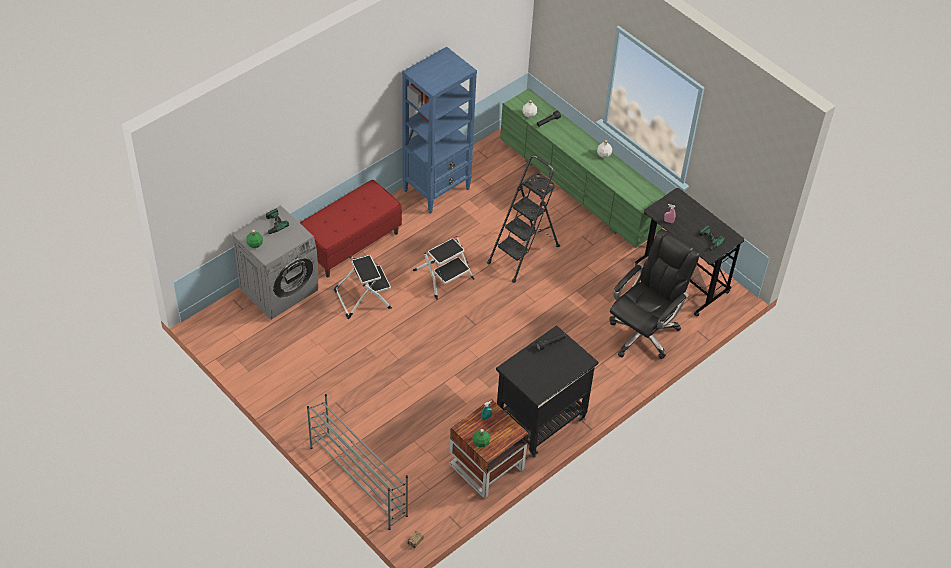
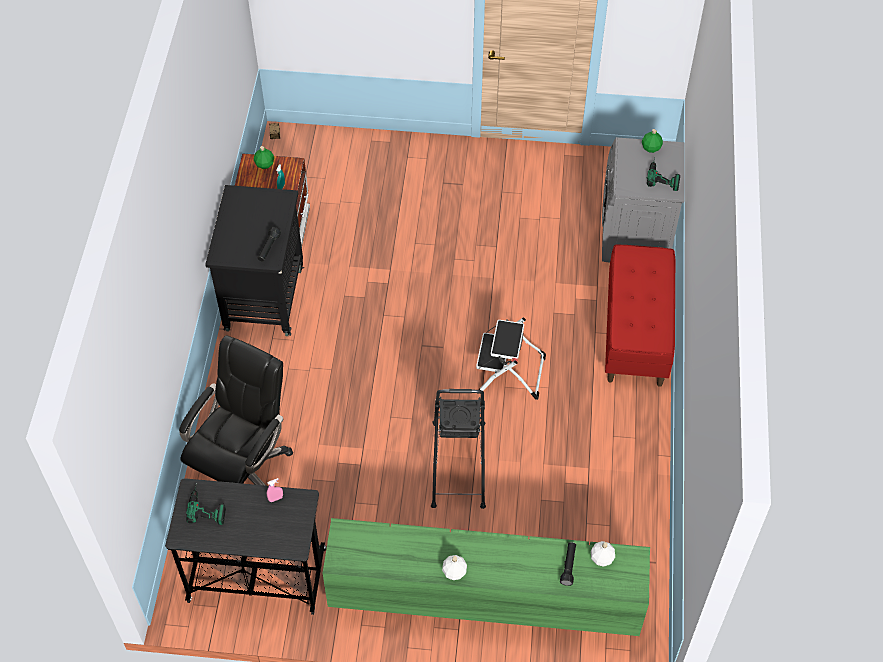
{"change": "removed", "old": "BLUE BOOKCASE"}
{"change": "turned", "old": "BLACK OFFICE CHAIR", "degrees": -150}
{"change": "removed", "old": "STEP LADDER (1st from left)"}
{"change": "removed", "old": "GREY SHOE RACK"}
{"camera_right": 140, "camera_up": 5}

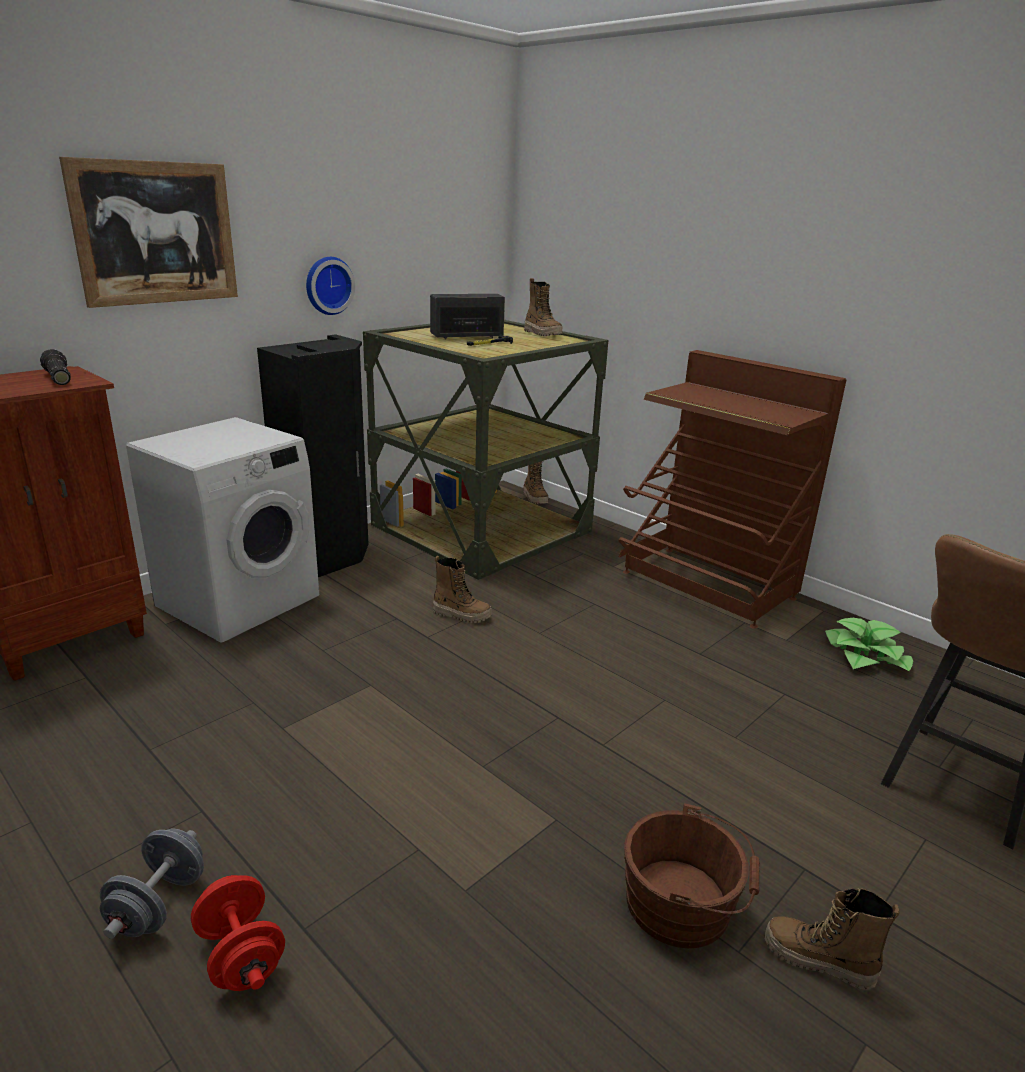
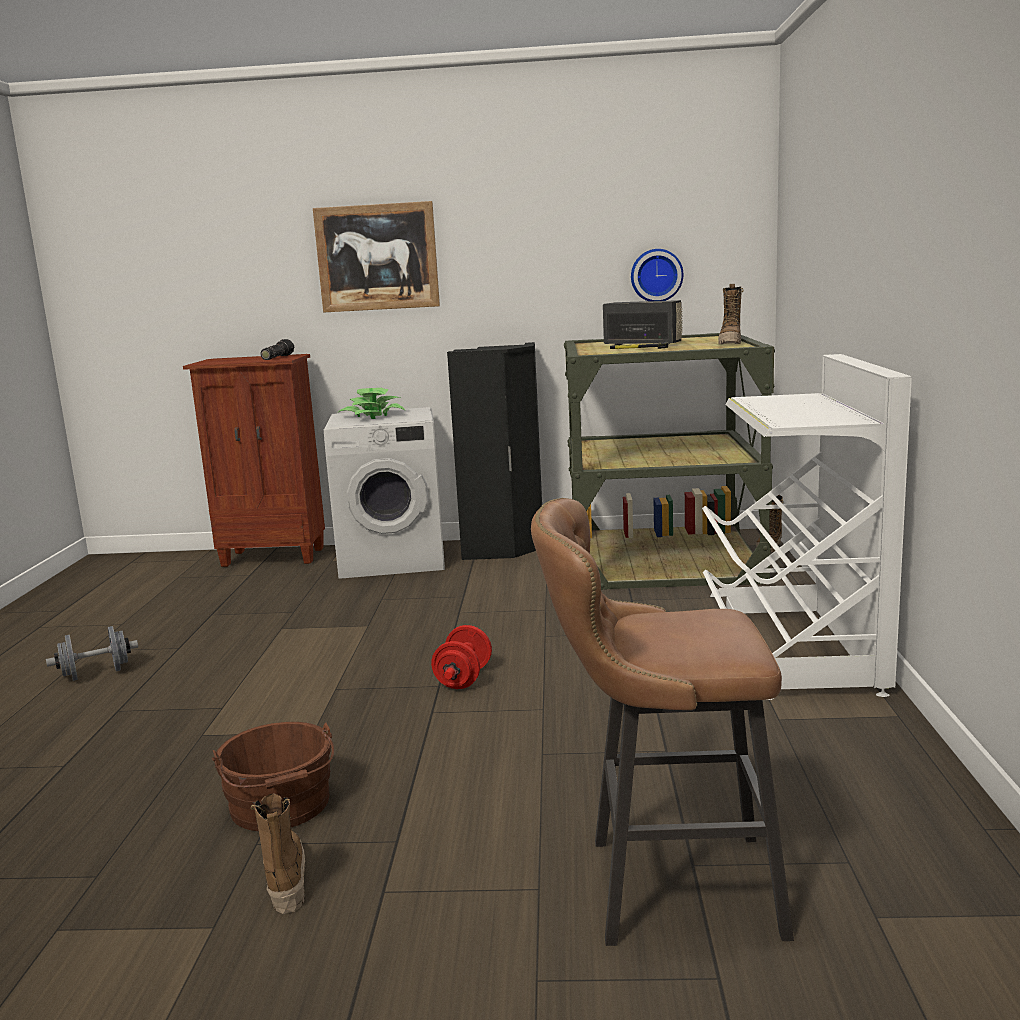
{"change": "moved", "old": "WALL CLOCK"}
{"change": "recoloured", "old": "BROWN SHOE RACK", "new": "WHITE SHOE RACK"}
{"change": "removed", "old": "BOOT (1st from left)"}
{"change": "moved", "old": "POTTED PLANT"}
{"change": "moved", "old": "RED DUMBBELL"}
{"camera_right": 50, "camera_up": -10}

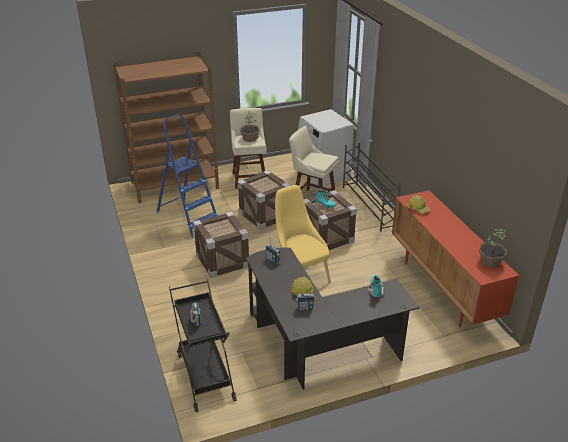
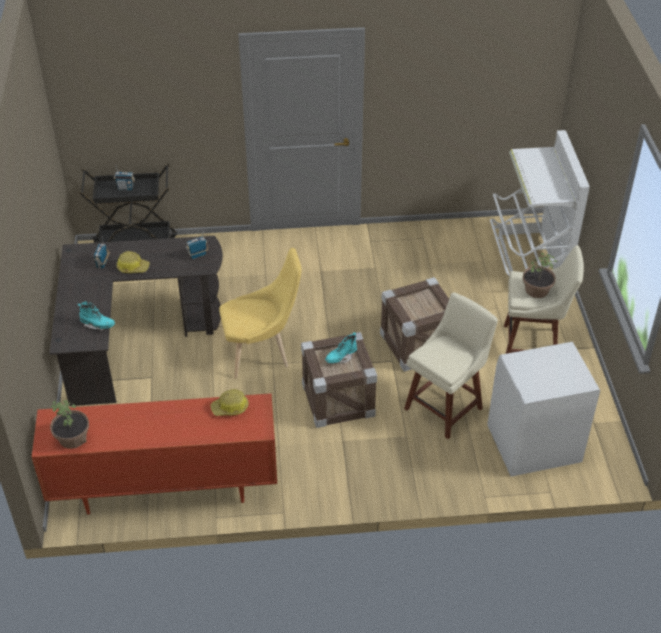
{"change": "replaced", "old": "BROWN BOOKCASE", "new": "WHITE SHOE RACK"}
{"change": "removed", "old": "BLUE STEP LADDER"}
{"change": "removed", "old": "BLACK SHOE RACK"}
{"change": "removed", "old": "CRATE (1st from left)"}
{"camera_right": 105, "camera_up": 10}

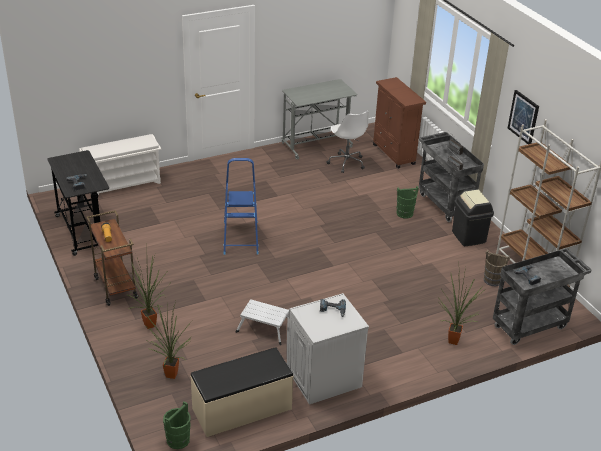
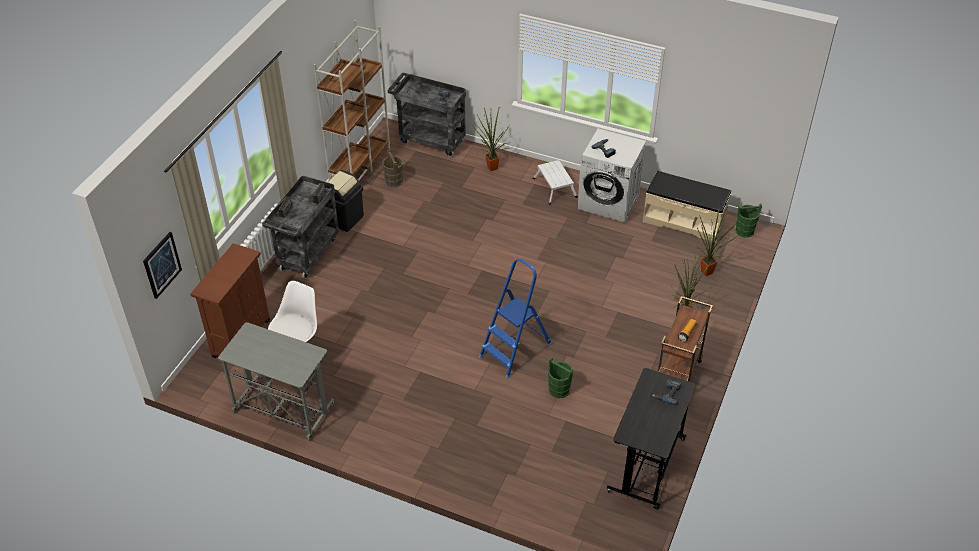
{"change": "moved", "old": "PICTURE"}
{"change": "removed", "old": "WHITE SHOE RACK"}
{"change": "moved", "old": "GREEN BUCKET (2nd from left in the first image)", "new": "GREEN BUCKET (1st from left)"}
{"change": "moved", "old": "WHITE STEP LADDER"}
{"camera_right": -130, "camera_up": 10}

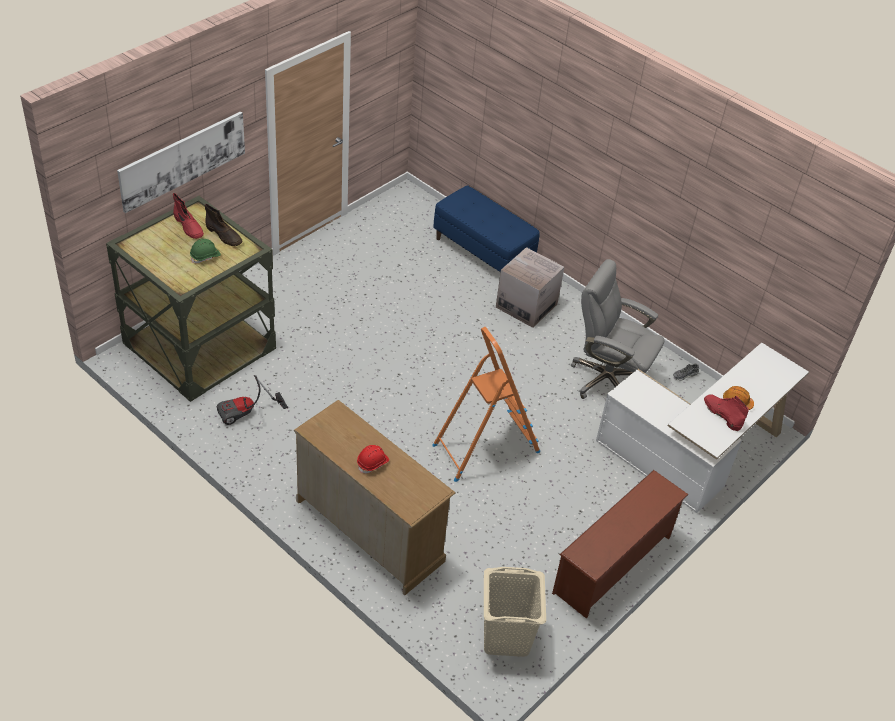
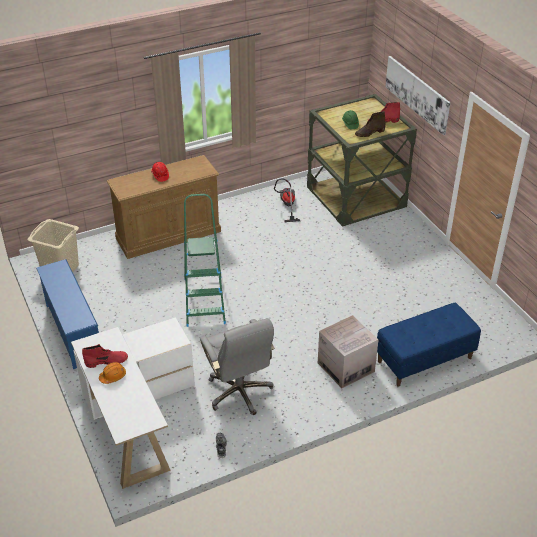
{"change": "turned", "old": "GREY OFFICE CHAIR", "degrees": 105}
{"change": "recoloured", "old": "ORANGE STEP LADDER", "new": "GREEN STEP LADDER"}
{"change": "recoloured", "old": "BROWN SHOE RACK", "new": "BLUE SHOE RACK"}
{"camera_right": 115, "camera_up": -5}

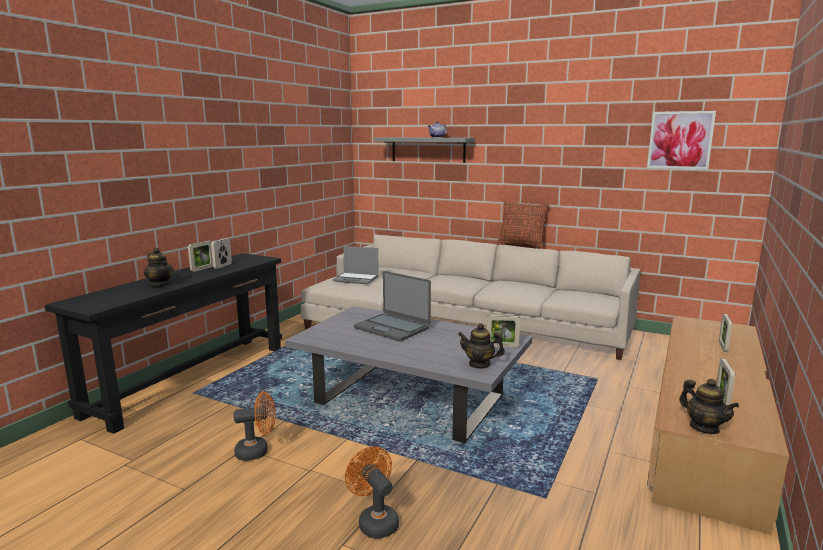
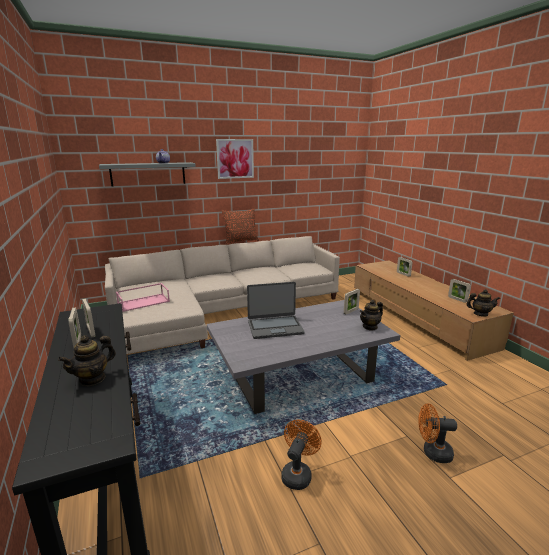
{"change": "moved", "old": "PICTURE"}
{"change": "replaced", "old": "LAPTOP (1st from left)", "new": "PINK TRAY"}
{"change": "turned", "old": "TEAPOT (1st from left)", "degrees": 135}
{"camera_right": -50, "camera_up": 5}

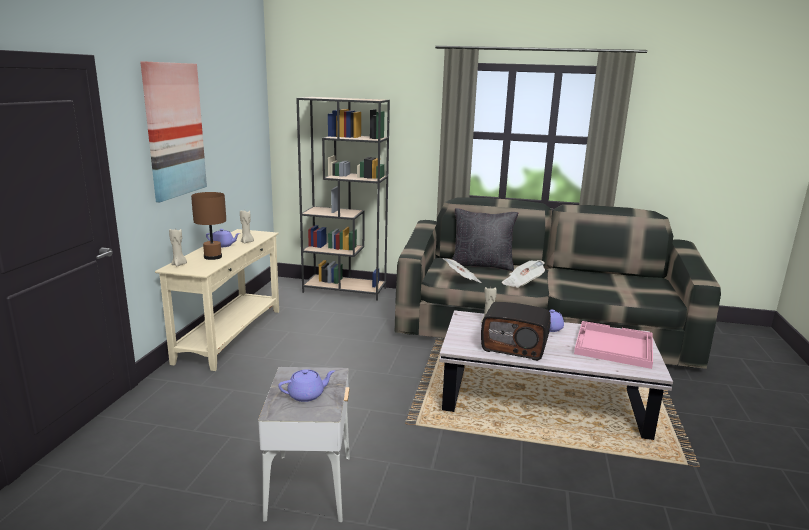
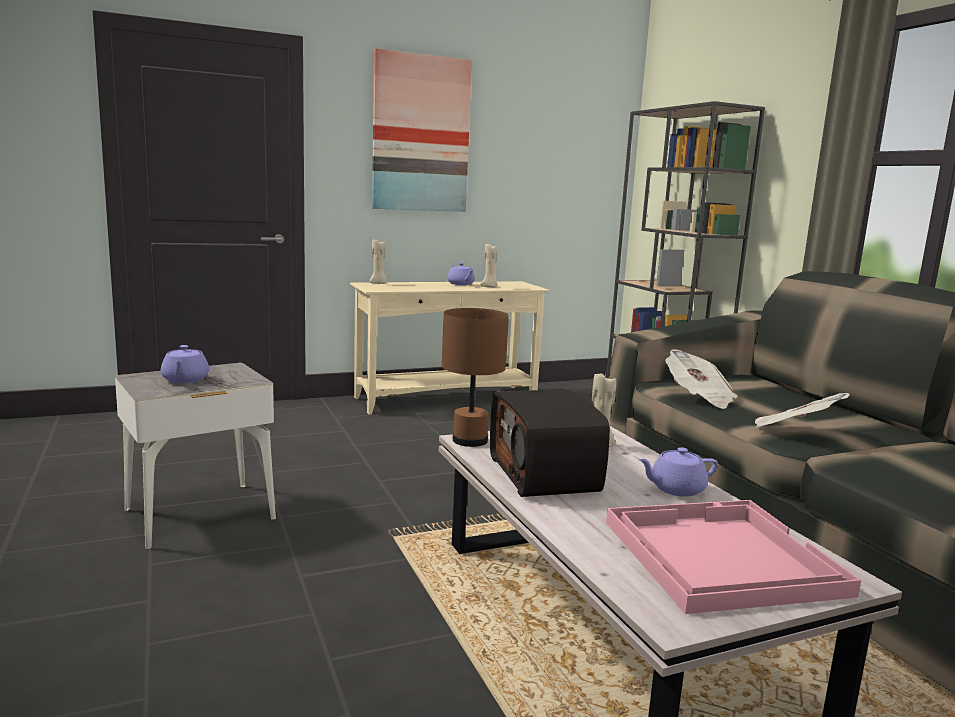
{"change": "moved", "old": "BROWN TABLE LAMP"}
{"change": "removed", "old": "BLACK PILLOW"}
{"change": "turned", "old": "PURPLE TEAPOT (2nd from left in the first image)", "degrees": 45}
{"camera_right": 55, "camera_up": -5}

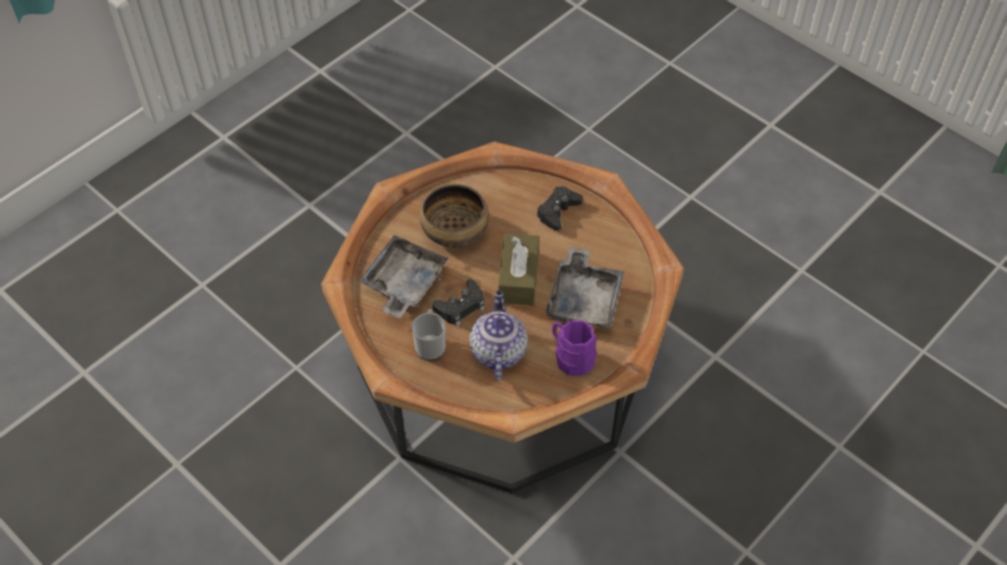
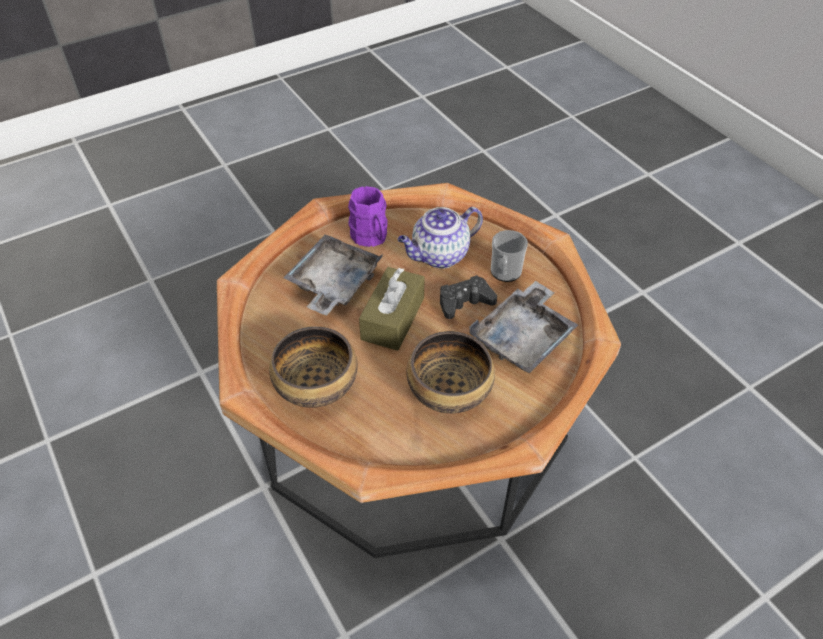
{"change": "replaced", "old": "BLACK GAME CONTROLLER (2nd from left)", "new": "BOWL (1st from left)"}
{"change": "turned", "old": "TEAPOT", "degrees": 45}
{"camera_right": -165, "camera_up": -5}

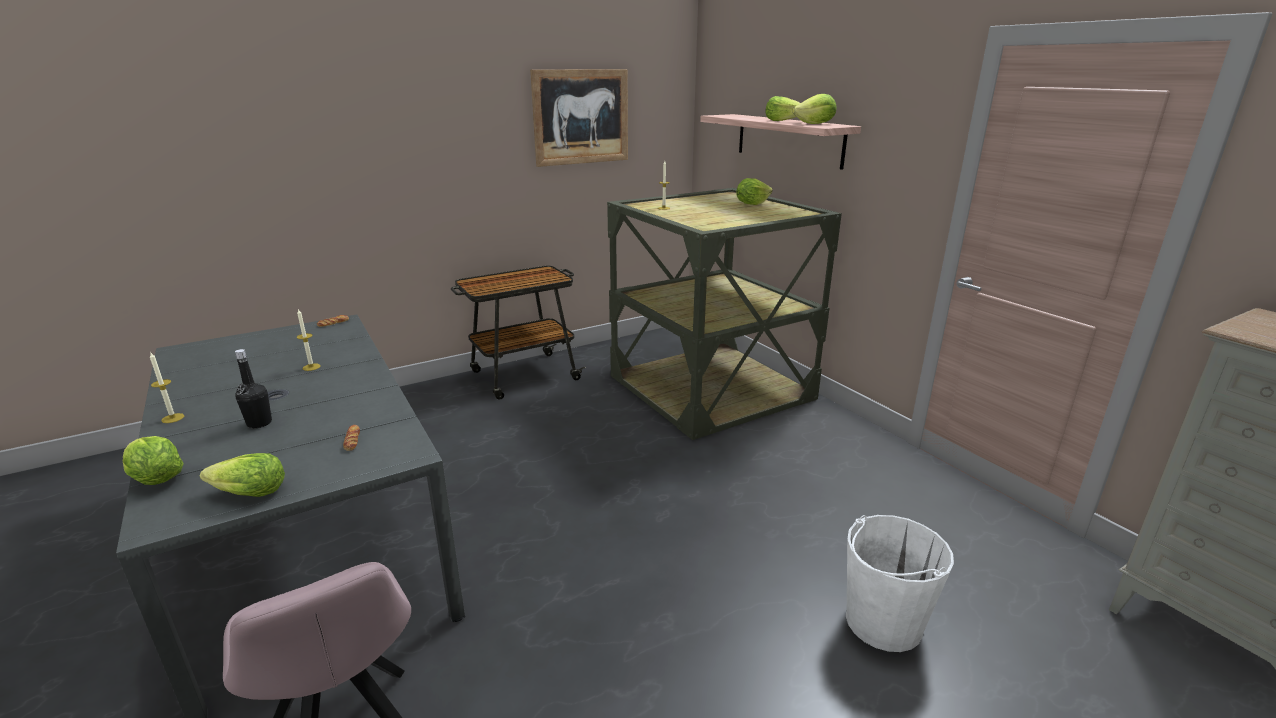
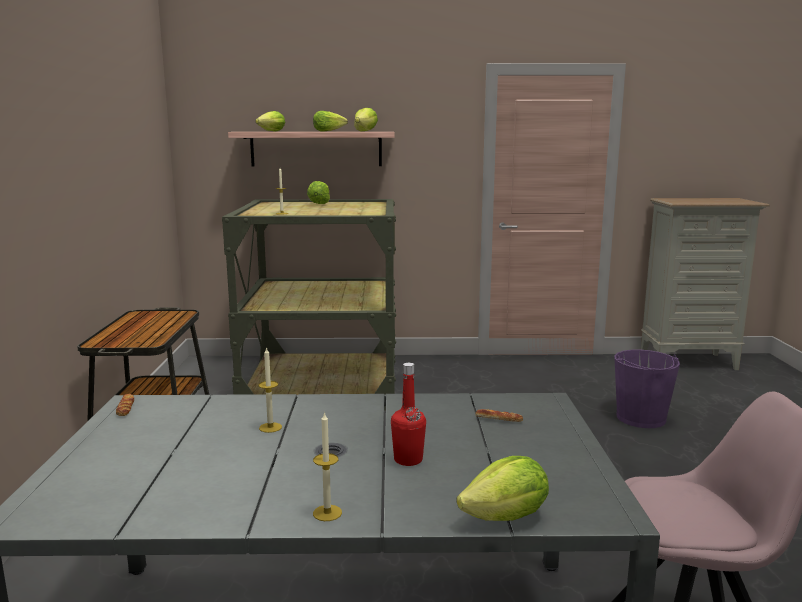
{"change": "removed", "old": "PICTURE"}
{"change": "recoloured", "old": "BLACK BOTTLE", "new": "RED BOTTLE"}
{"change": "moved", "old": "LETTUCE (2nd from left in the first image)", "new": "LETTUCE (1st from left)"}
{"change": "recoloured", "old": "WHITE BUCKET", "new": "PURPLE BUCKET"}
{"camera_right": -60, "camera_up": -10}

